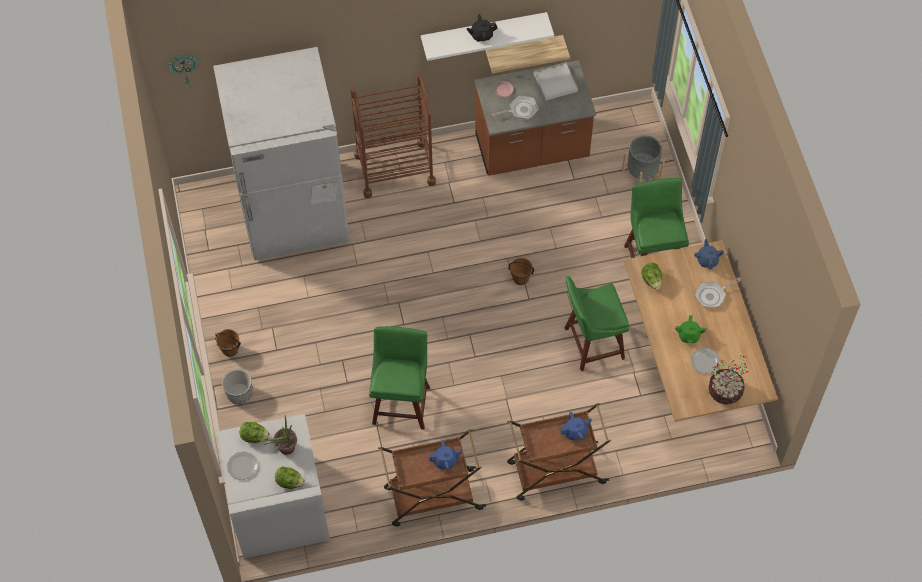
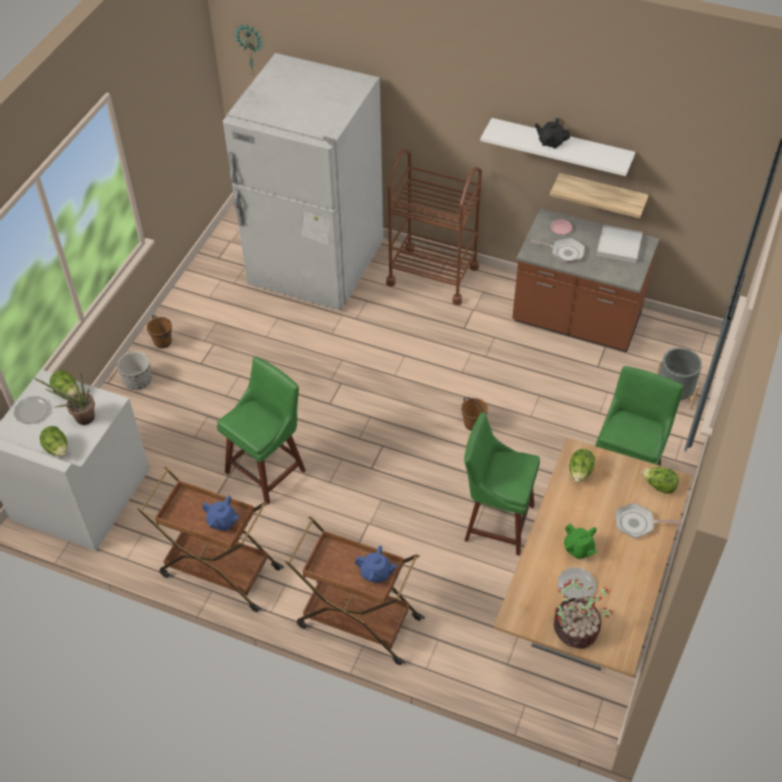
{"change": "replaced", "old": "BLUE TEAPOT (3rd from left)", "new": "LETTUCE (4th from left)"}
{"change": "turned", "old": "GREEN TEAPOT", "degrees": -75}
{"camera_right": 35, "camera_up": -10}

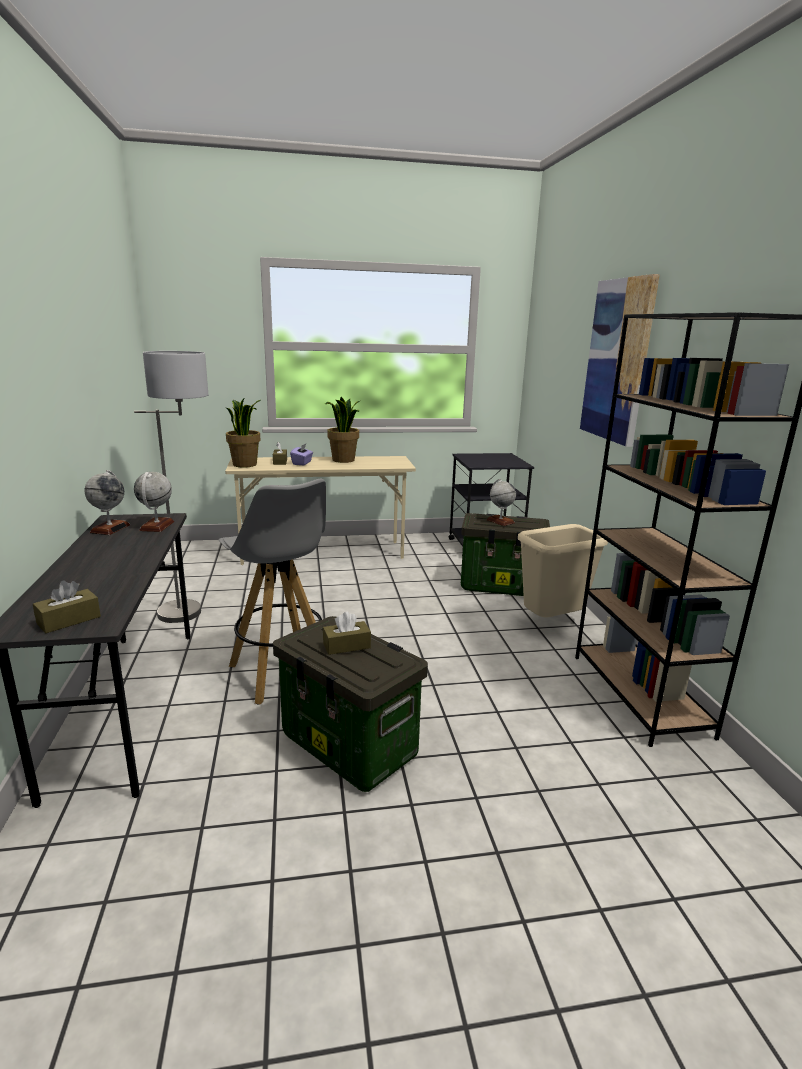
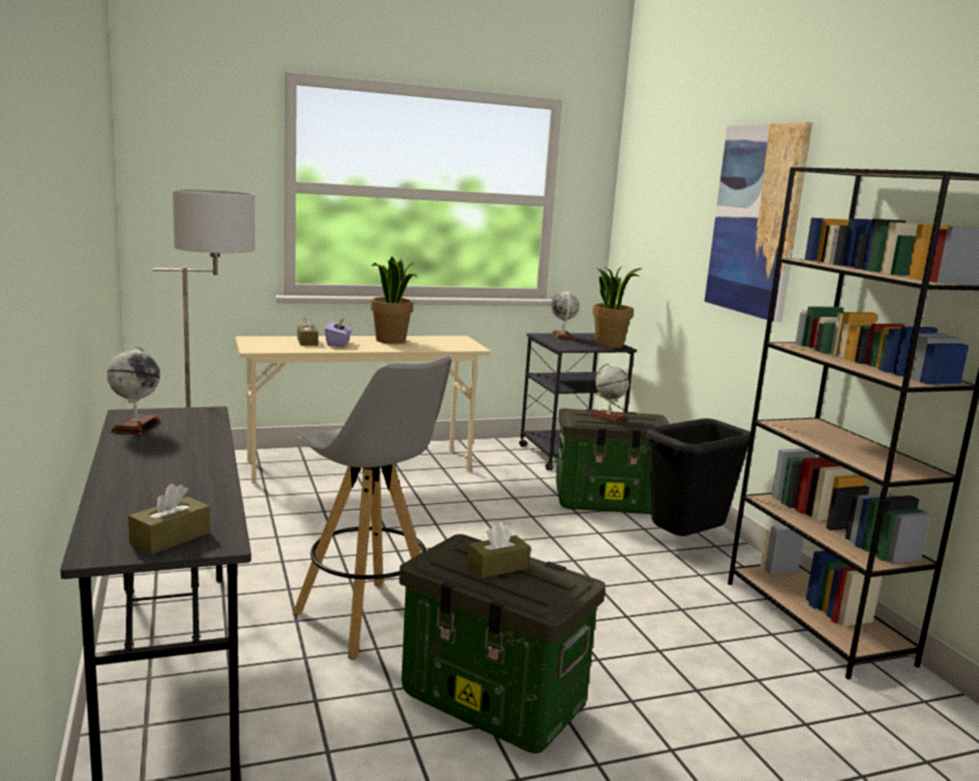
{"change": "moved", "old": "POTTED PLANT (1st from left in the first image)", "new": "POTTED PLANT (2nd from left)"}
{"change": "moved", "old": "GLOBE (2nd from left)"}
{"change": "recoloured", "old": "BEIGE TRASH CAN", "new": "BLACK TRASH CAN"}
{"camera_right": -10, "camera_up": -5}

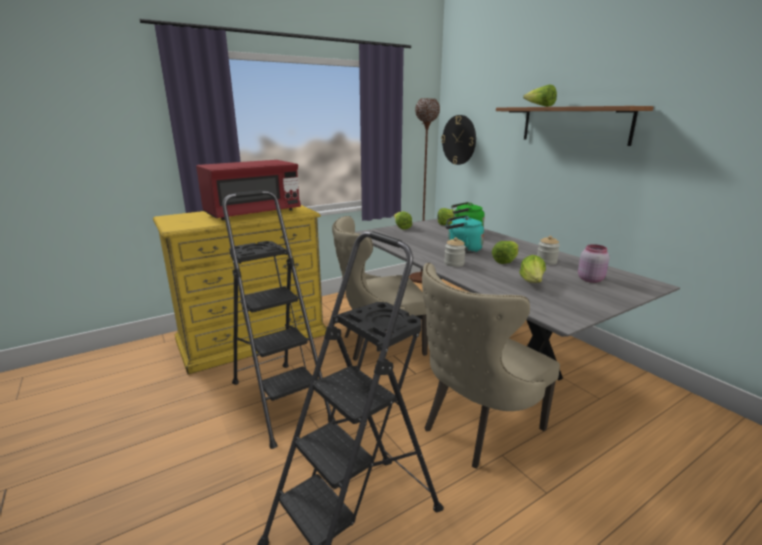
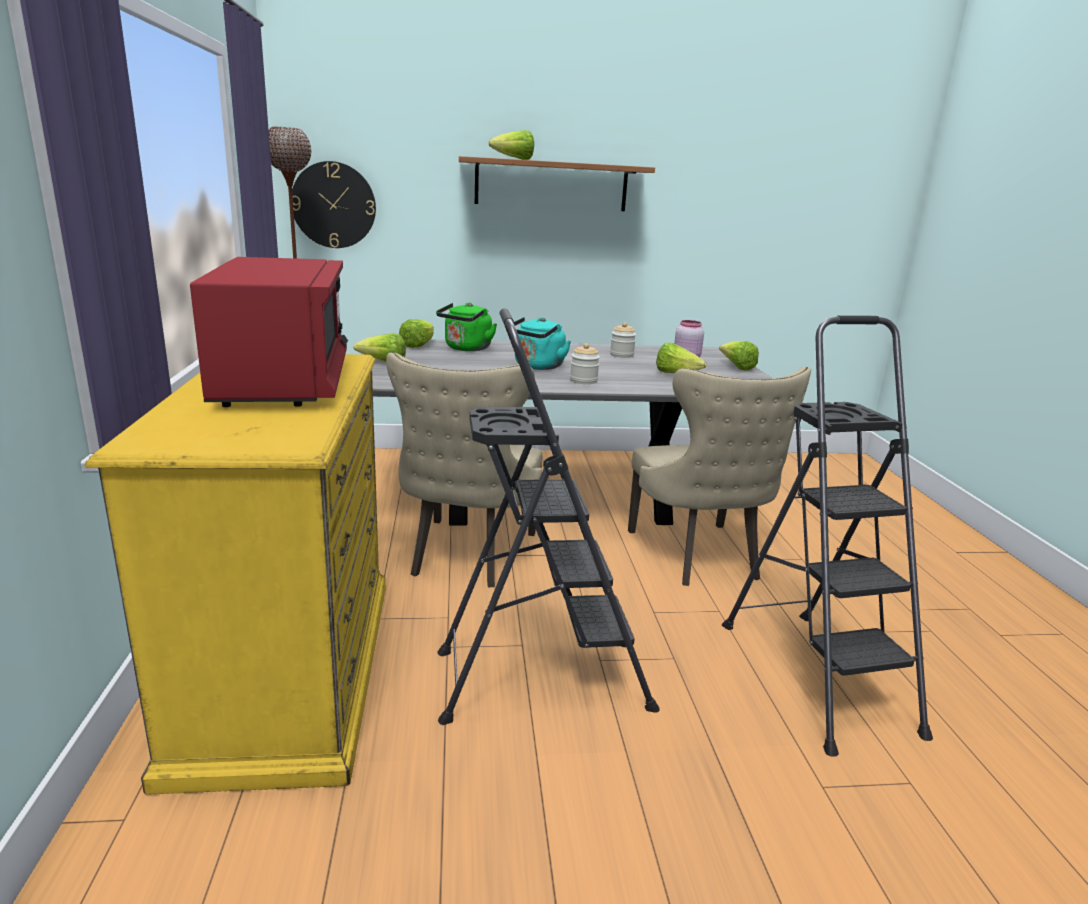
{"change": "moved", "old": "LETTUCE (3rd from left in the first image)", "new": "LETTUCE (5th from left)"}
{"camera_right": -65, "camera_up": 0}

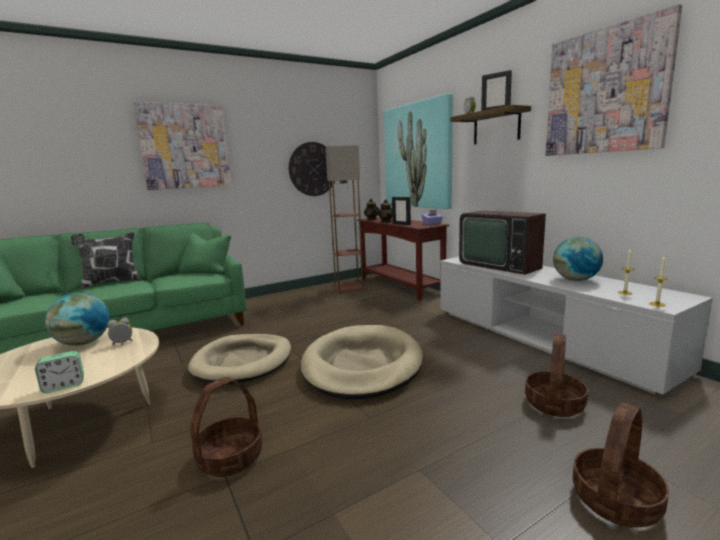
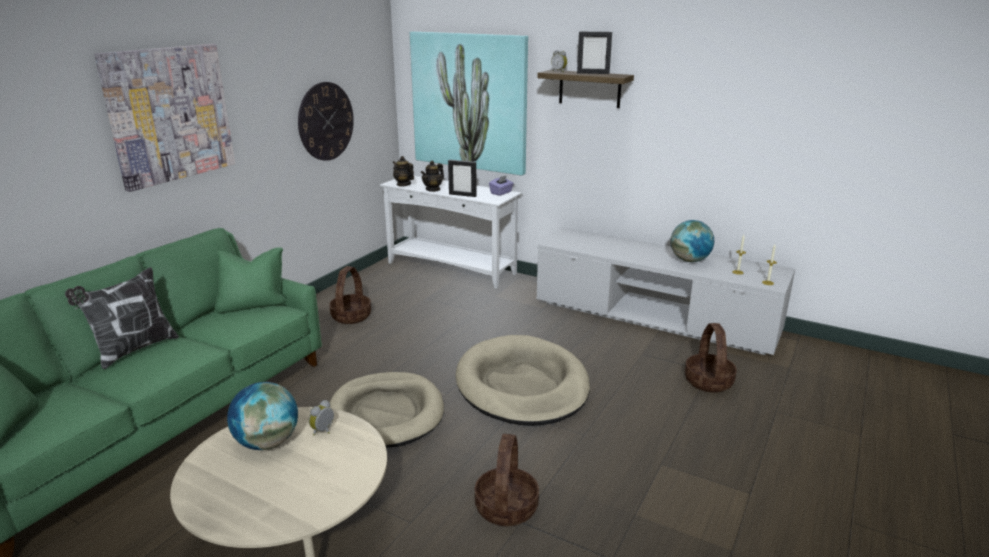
{"change": "removed", "old": "PICTURE (3rd from left)"}
{"change": "removed", "old": "FLOOR LAMP"}
{"change": "removed", "old": "TELEVISION"}
{"change": "recoloured", "old": "BROWN CONSOLE TABLE", "new": "WHITE CONSOLE TABLE"}
{"change": "removed", "old": "ALARM CLOCK (1st from left)"}
{"change": "moved", "old": "BASKET (3rd from left in the first image)", "new": "BASKET (1st from left)"}
{"camera_right": -30, "camera_up": 10}

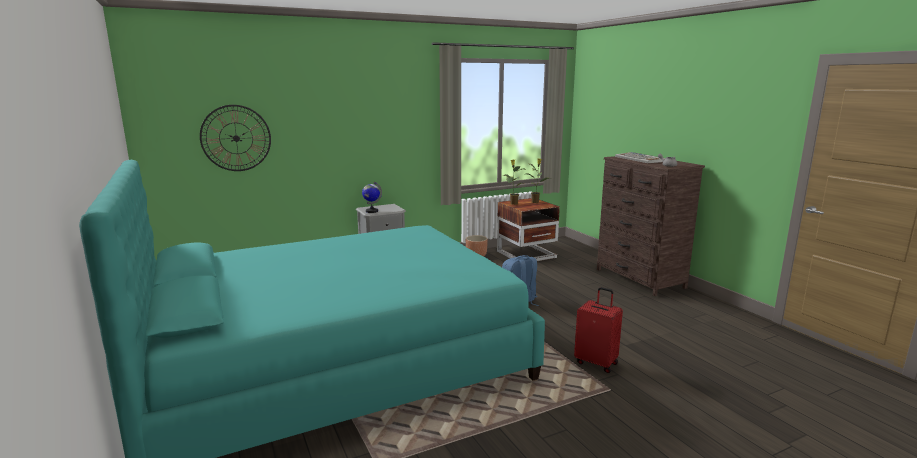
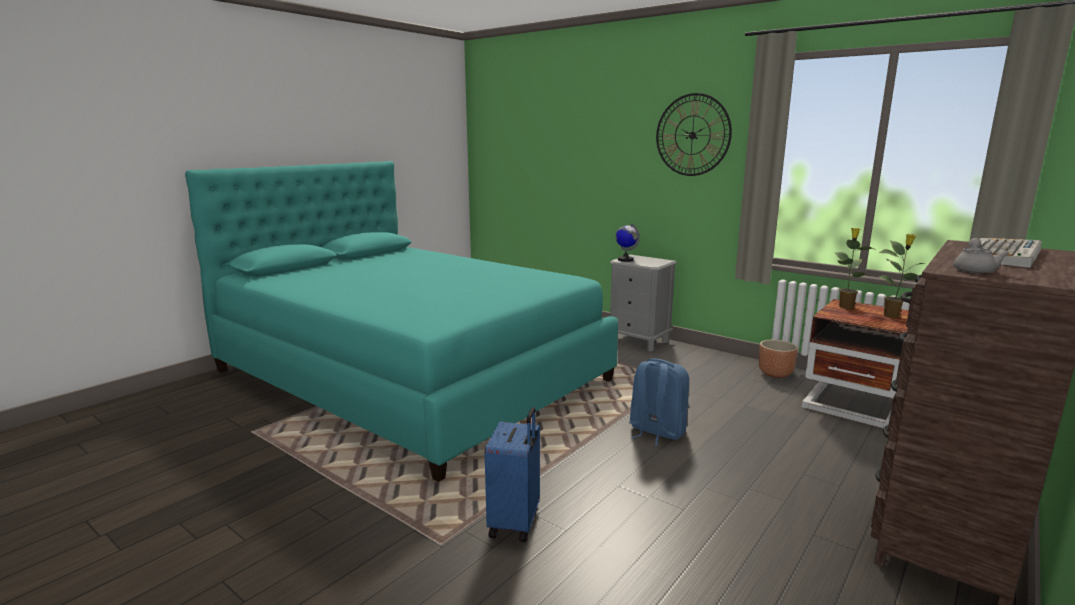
{"change": "moved", "old": "WALL CLOCK"}
{"change": "recoloured", "old": "RED SUITCASE", "new": "BLUE SUITCASE"}
{"camera_right": 65, "camera_up": 0}

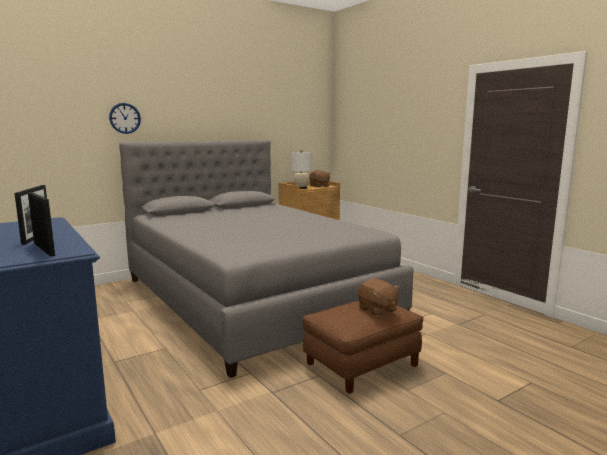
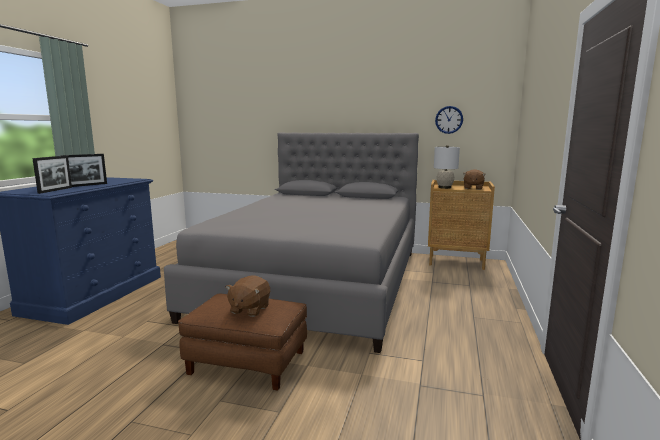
{"change": "moved", "old": "WALL CLOCK"}
{"camera_right": 50, "camera_up": 0}

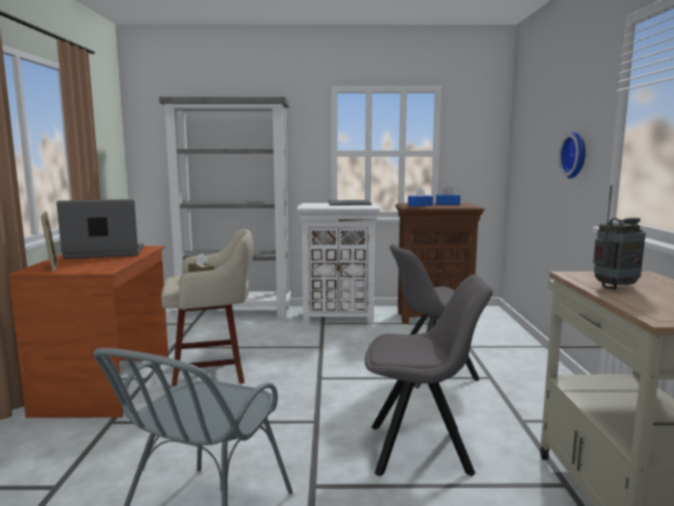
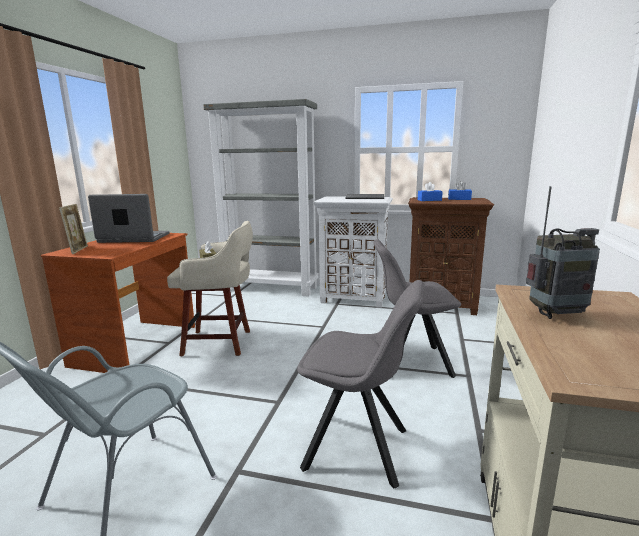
{"change": "removed", "old": "WALL CLOCK"}
{"camera_right": 15, "camera_up": 5}

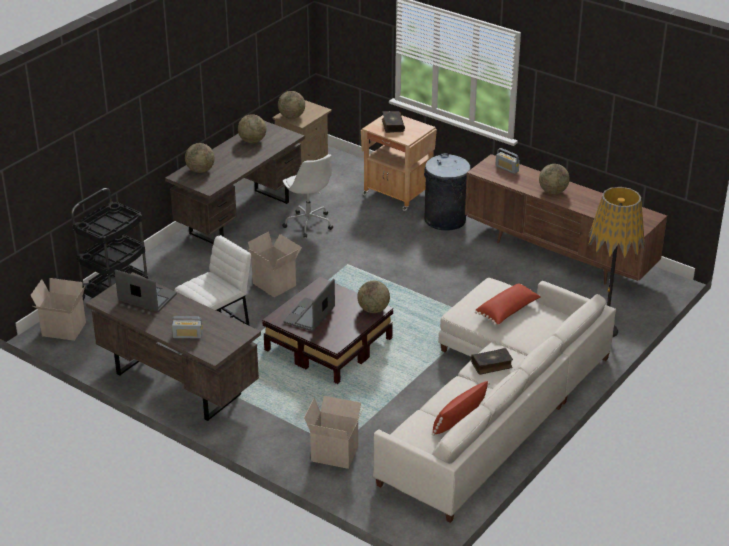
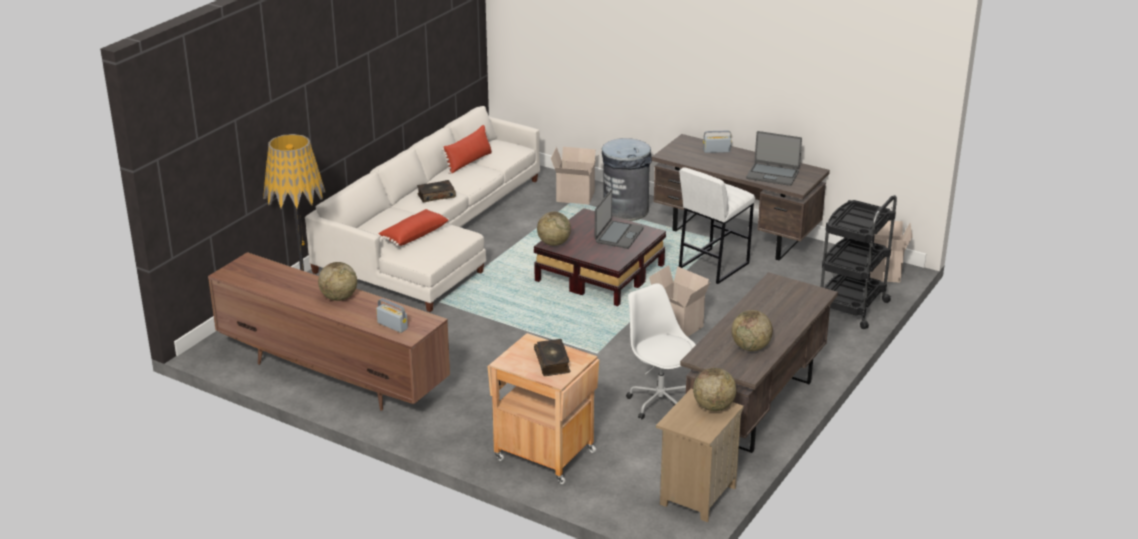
{"change": "removed", "old": "GLOBE (1st from left)"}
{"change": "moved", "old": "GREY TRASH CAN"}
{"camera_right": 175, "camera_up": -5}

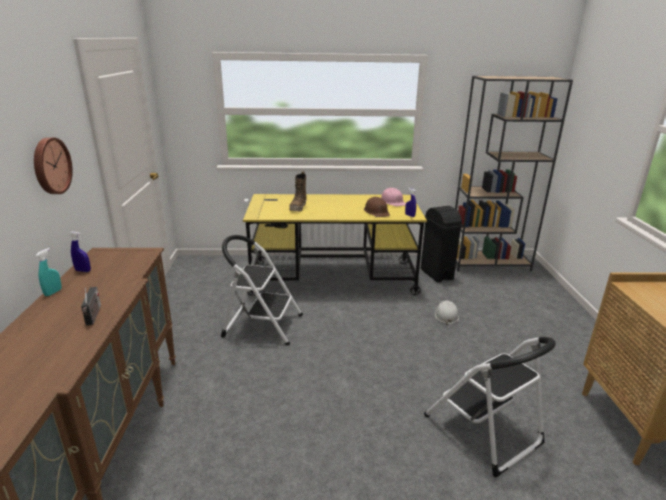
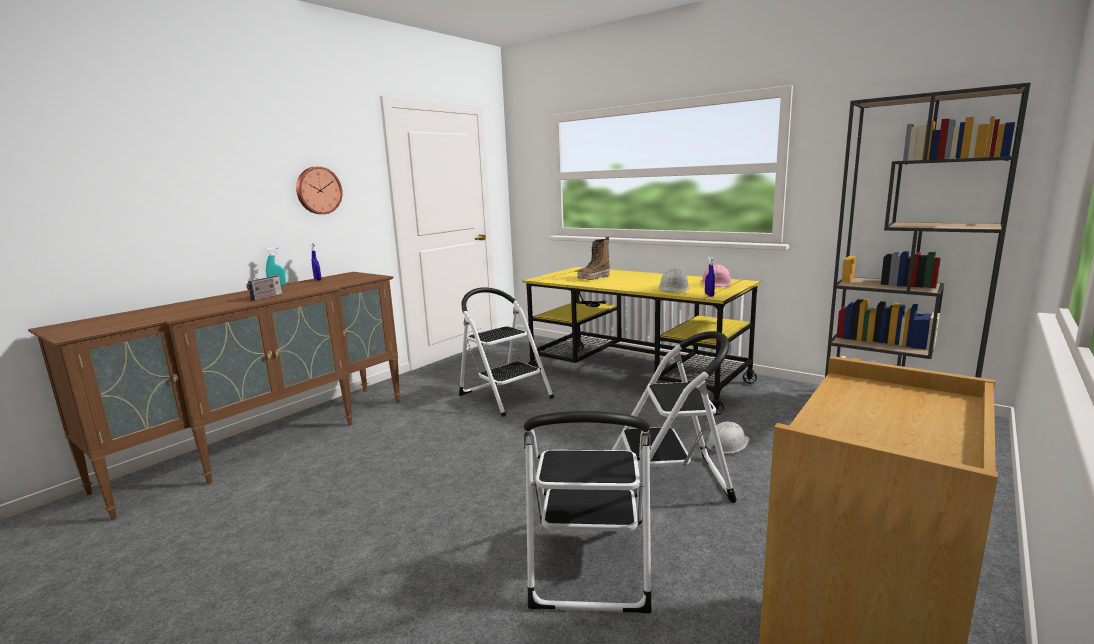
{"change": "recoloured", "old": "BROWN HARD HAT", "new": "WHITE HARD HAT (1st from left)"}
{"change": "removed", "old": "BLACK TRASH CAN"}
{"change": "added", "new": "STEP LADDER (3rd from left)"}
{"camera_right": 40, "camera_up": -10}

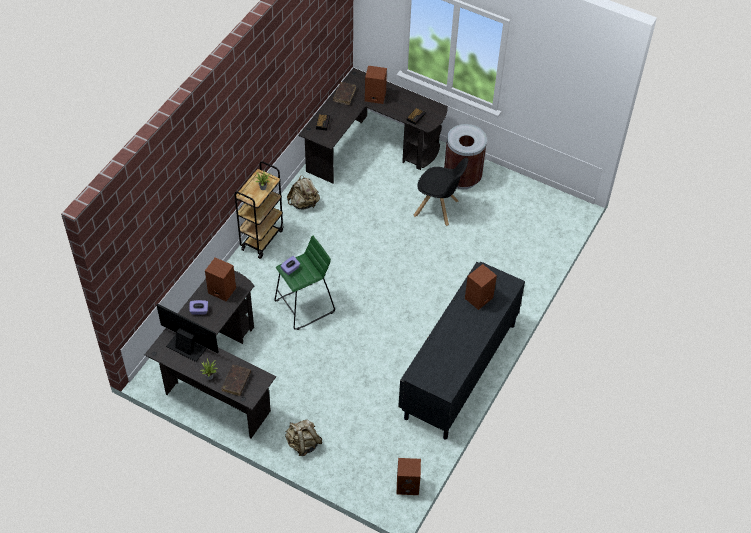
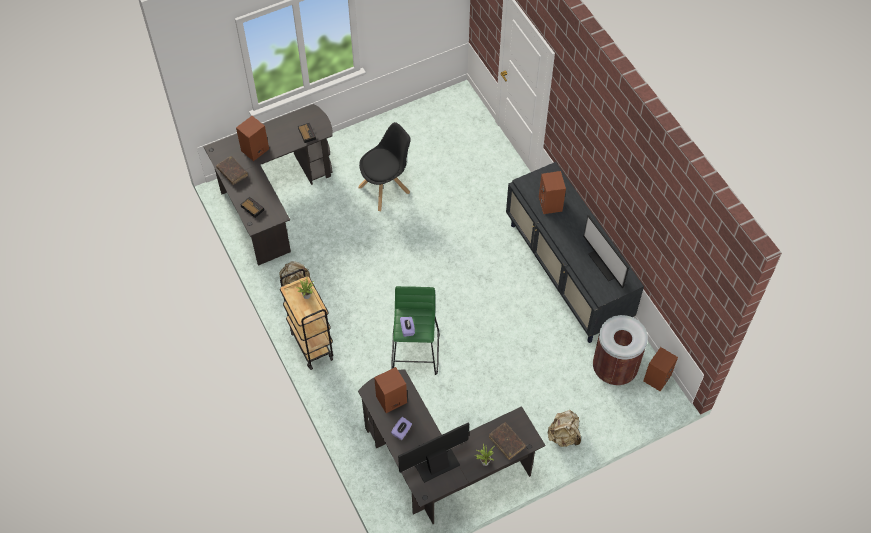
{"change": "moved", "old": "BROWN TRASH CAN"}
{"change": "added", "new": "MONITOR (2nd from left)"}
{"camera_right": -55, "camera_up": 5}

